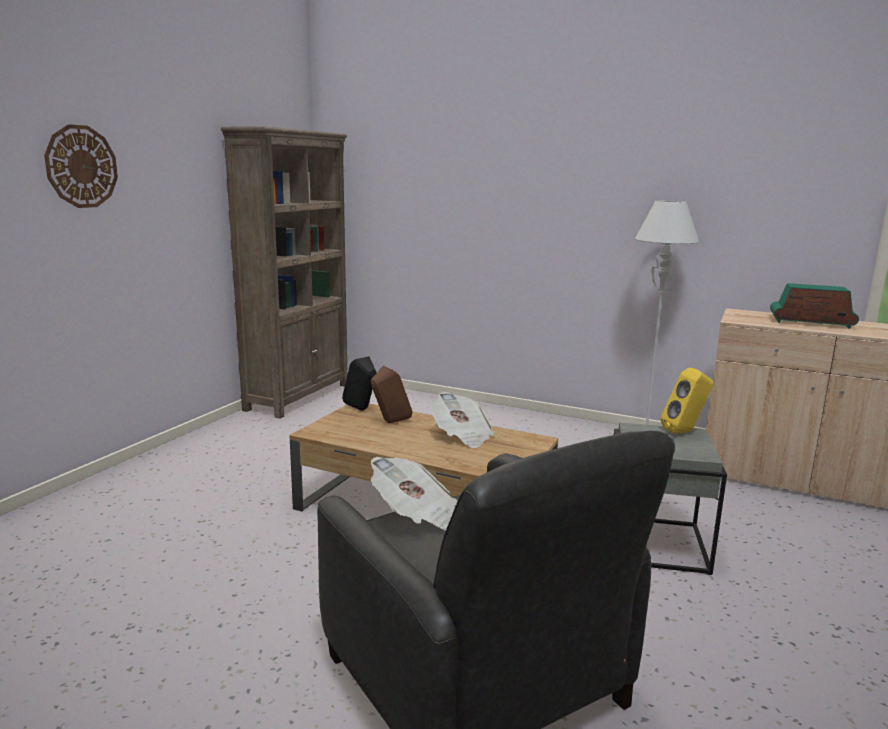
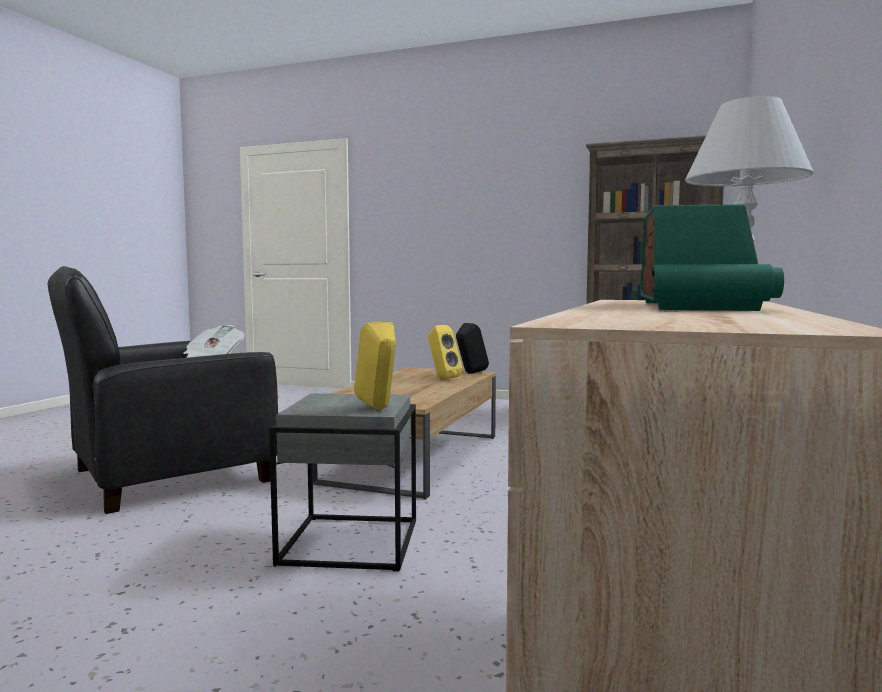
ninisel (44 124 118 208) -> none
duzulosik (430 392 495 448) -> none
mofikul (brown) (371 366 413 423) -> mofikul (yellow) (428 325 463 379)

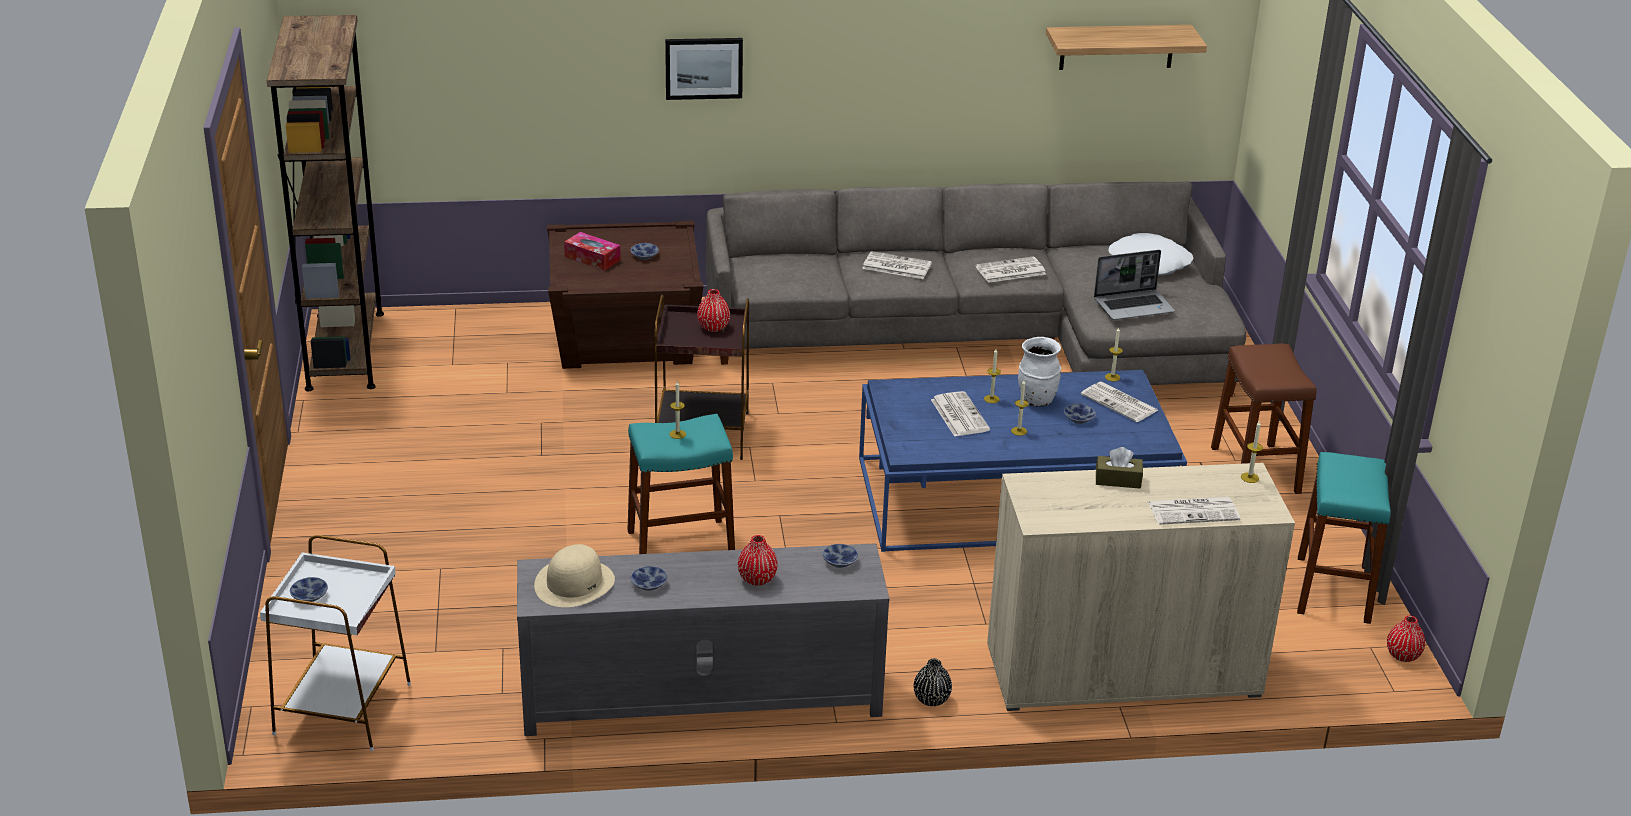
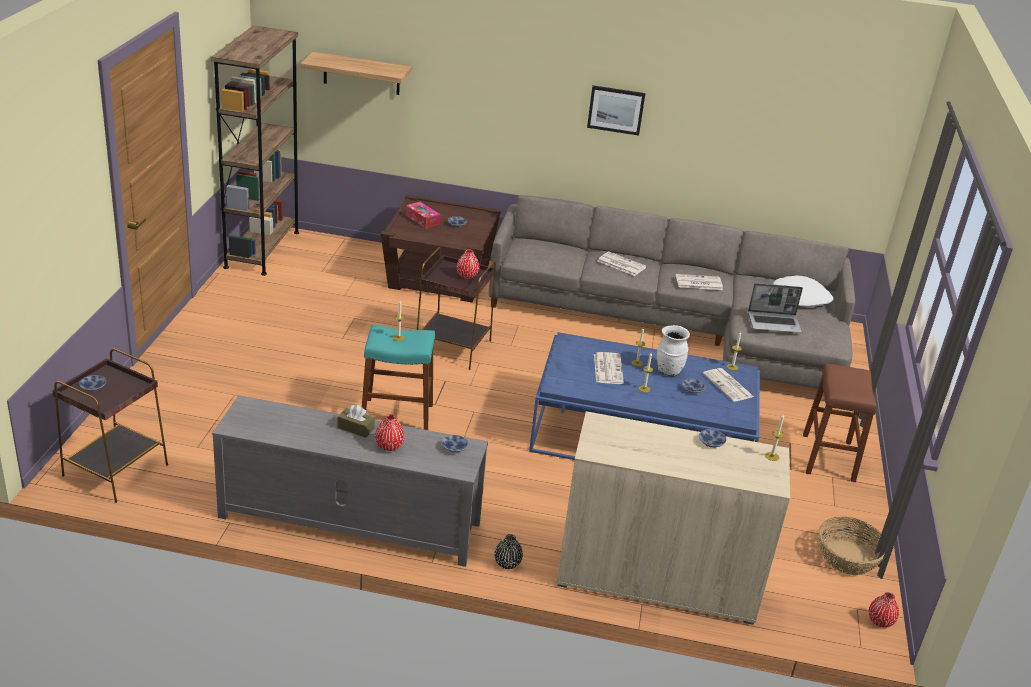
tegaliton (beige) (534 544 615 607) -> none
duzulosik (1148 497 1240 525) -> none
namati (630 566 667 591) -> namati (699 429 727 448), shifted
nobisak (665 38 743 100) -> nobisak (587 85 646 136), shifted
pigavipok (1046 25 1207 70) -> pigavipok (300 52 412 95), shifted
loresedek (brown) (1096 447 1143 489) -> loresedek (brown) (337 405 375 438), shifted
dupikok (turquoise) (1297 452 1391 624) -> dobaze (819 517 885 575)
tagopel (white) (260 535 411 751) -> tagopel (brown) (52 348 168 503)

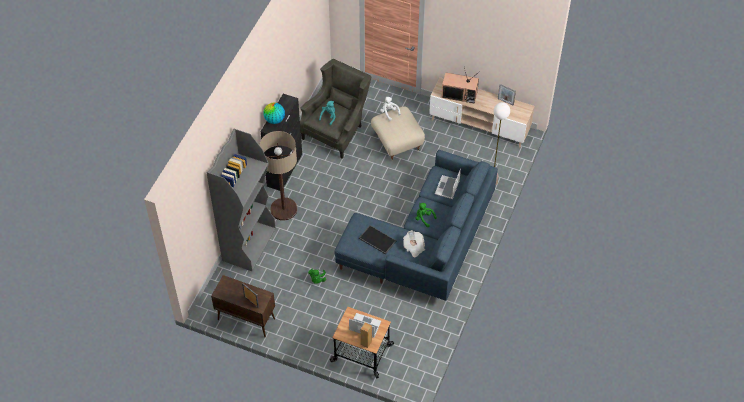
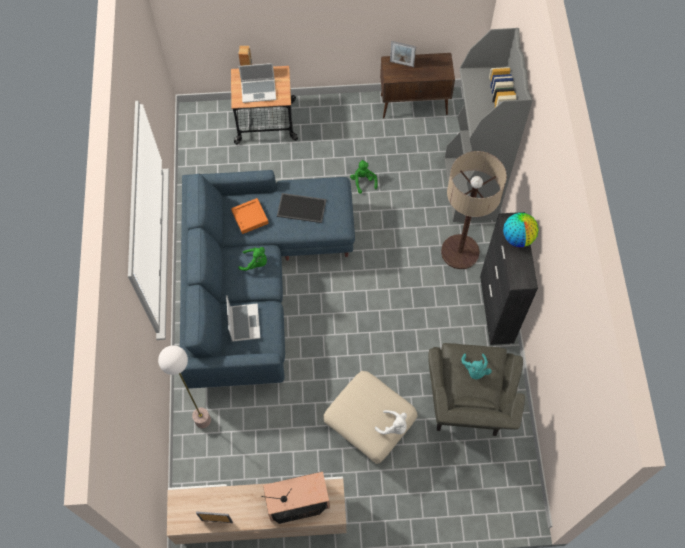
duzulosik (403 230 425 257) -> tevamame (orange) (231 198 269 234)

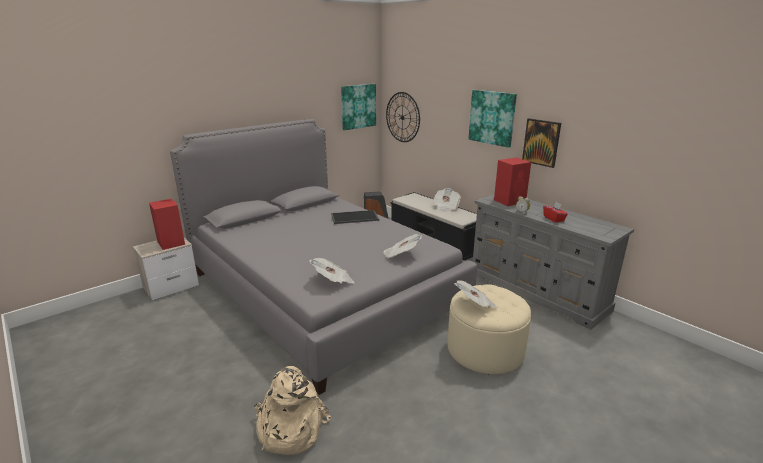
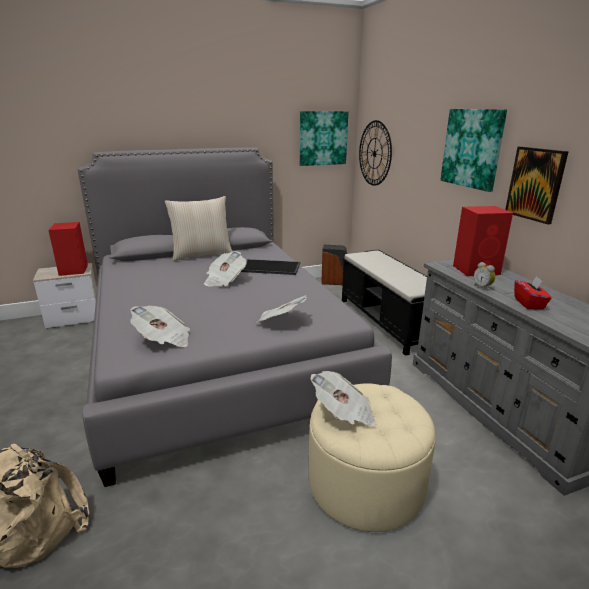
none -> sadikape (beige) (165 196 233 261)
duzulosik (433 188 461 212) -> duzulosik (204 251 246 286), shifted

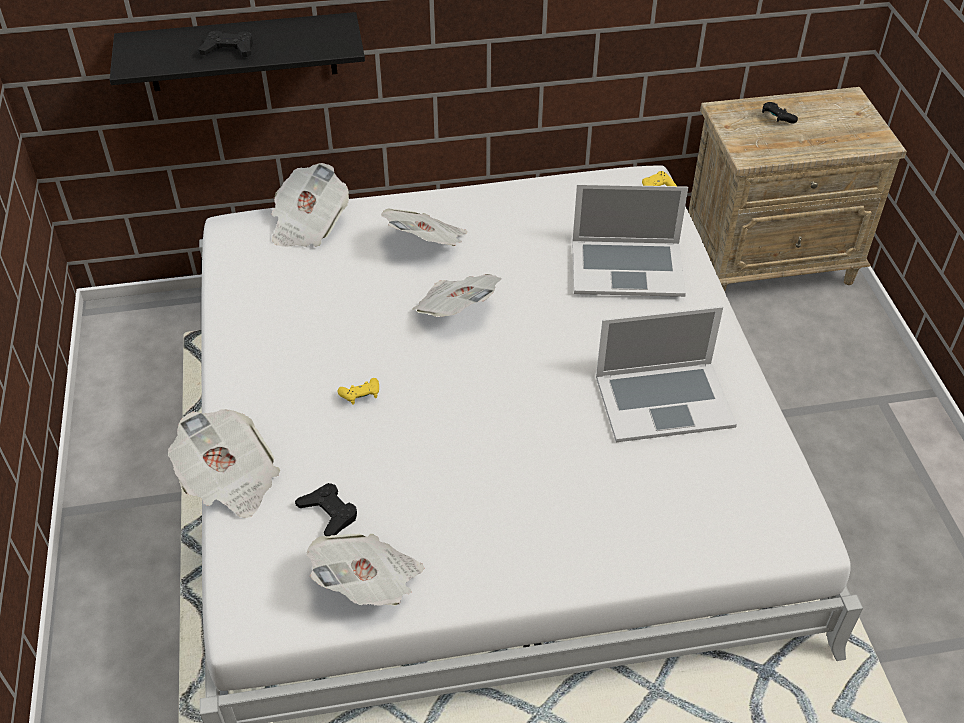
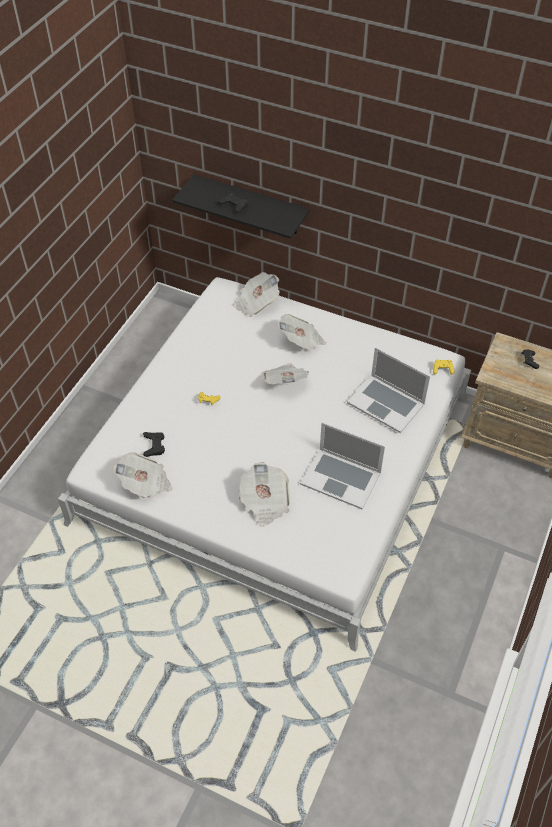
duzulosik (168 409 280 518) -> duzulosik (239 462 290 527), shifted

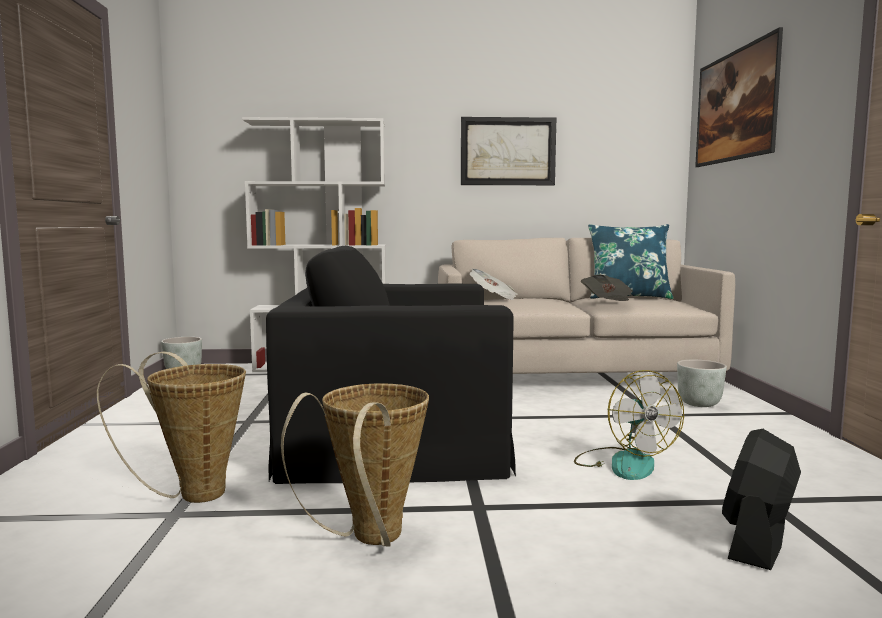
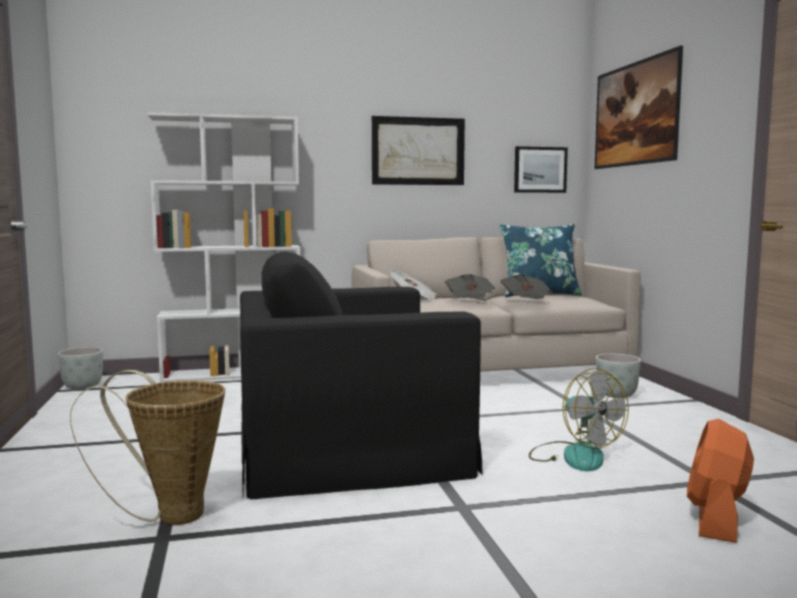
dobaze (281 384 429 547) -> none
none -> duzulosik (444 274 495 298)
none -> nobisak (514 146 568 193)
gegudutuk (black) (722 429 801 570) -> gegudutuk (orange) (687 419 754 543)

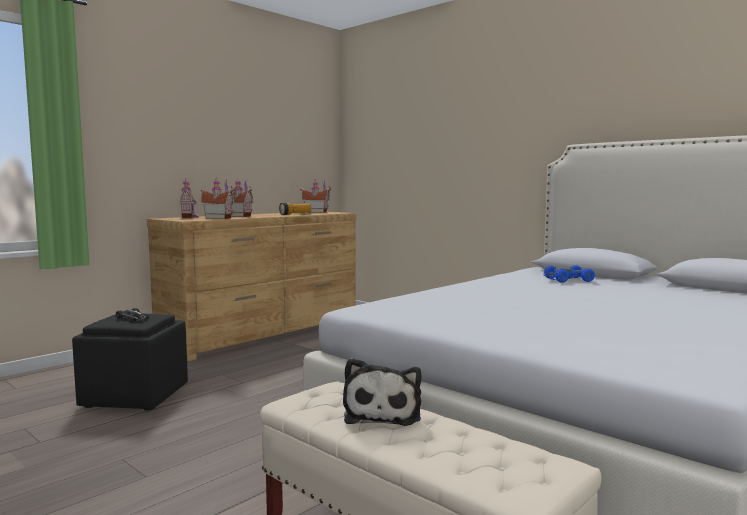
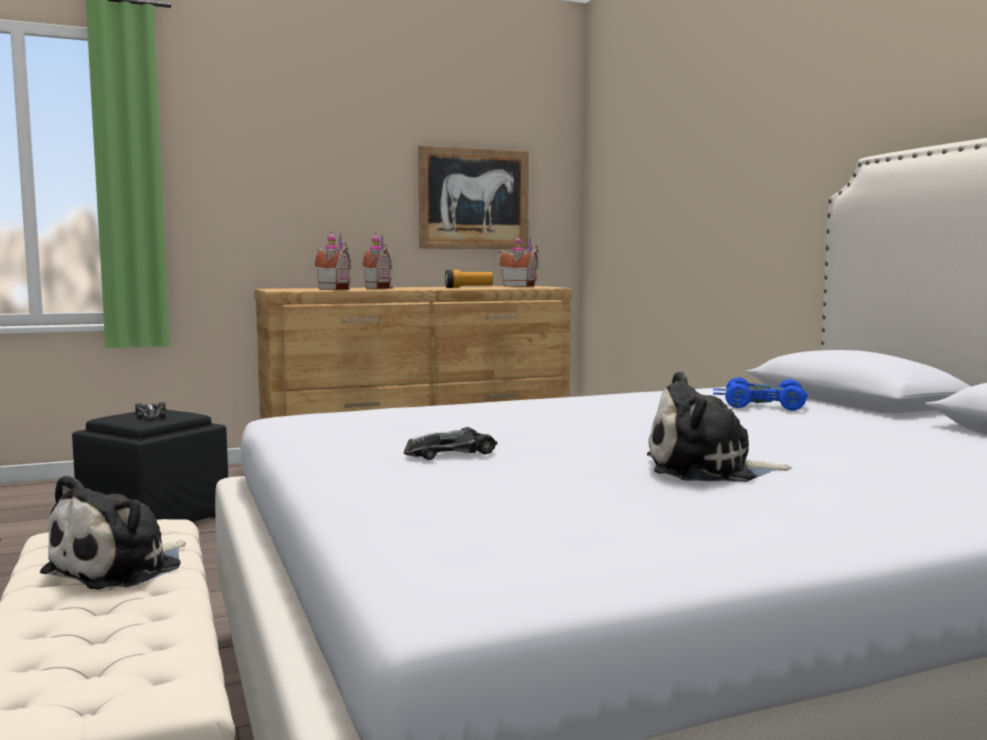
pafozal (180 178 199 218) -> none
none -> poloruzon (404 427 497 460)
none -> nobisak (418 145 529 249)
none -> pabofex (647 371 792 482)

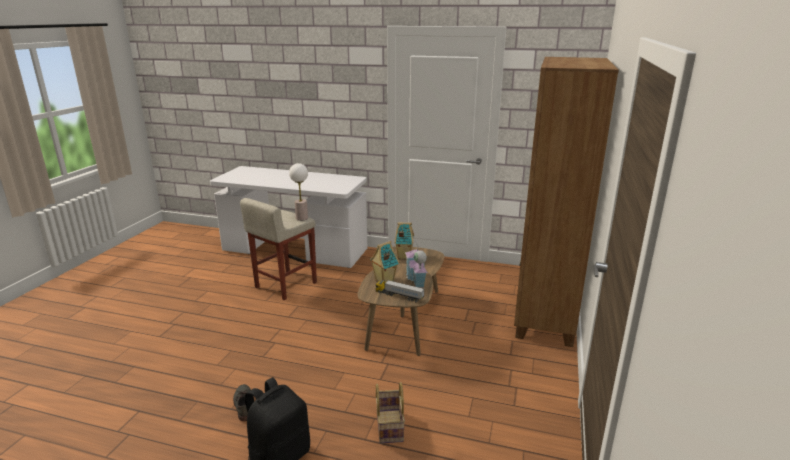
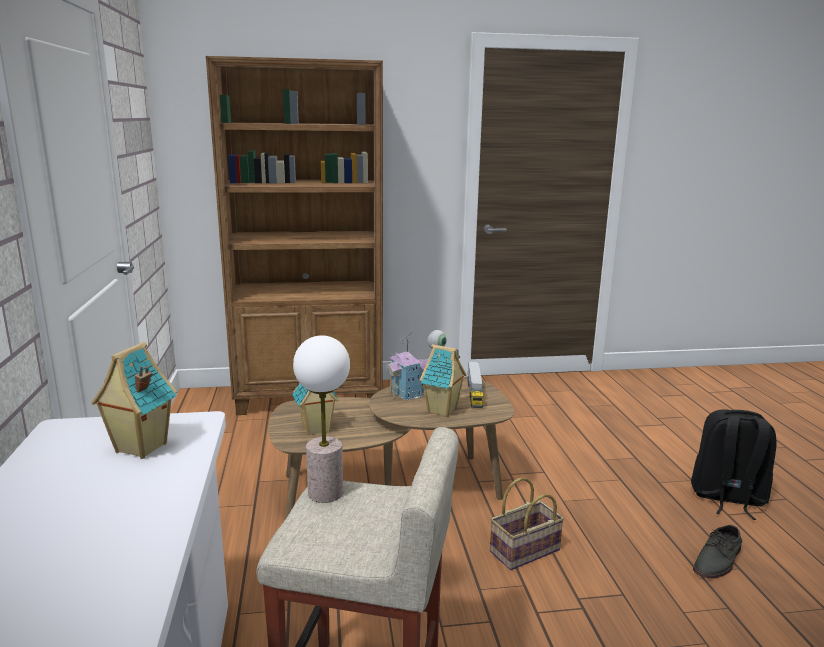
none -> pafozal (91 342 177 459)
dobaze (376 382 405 444) -> dobaze (490 477 564 570), shifted

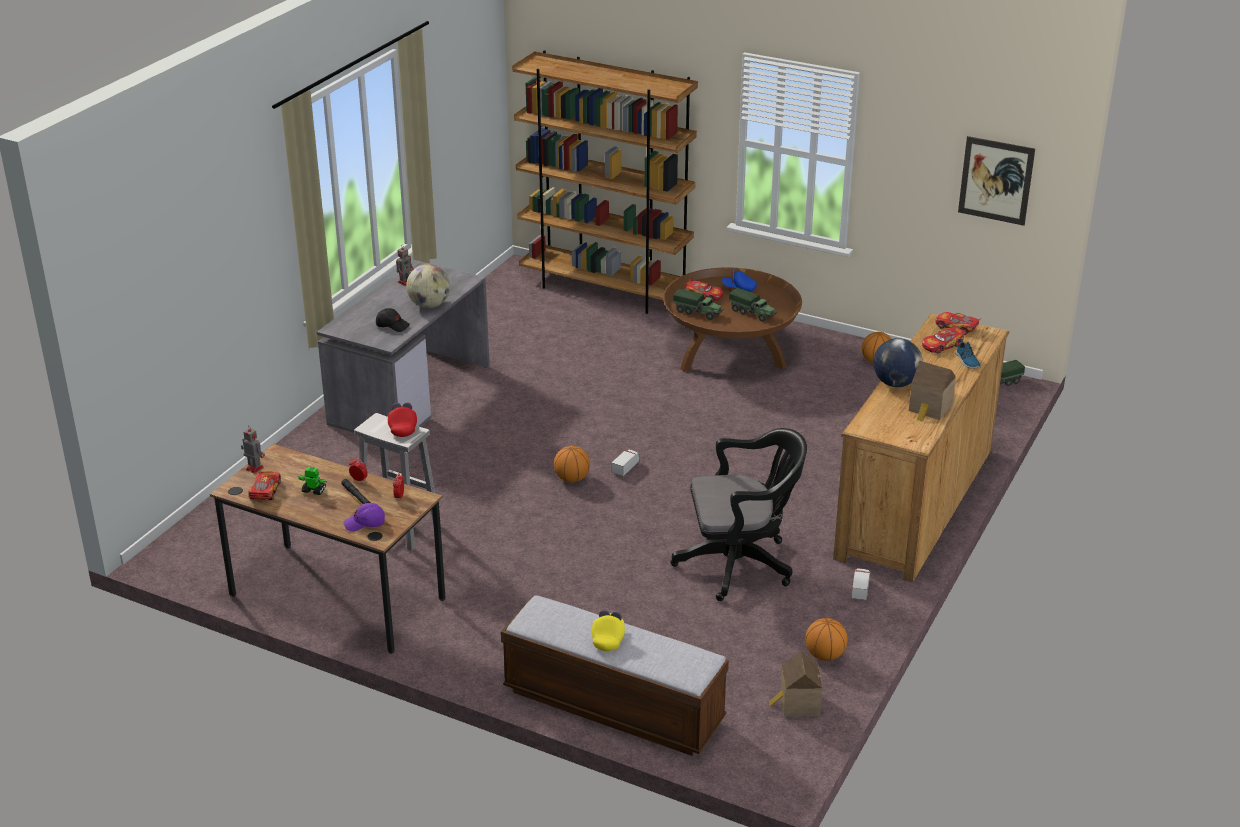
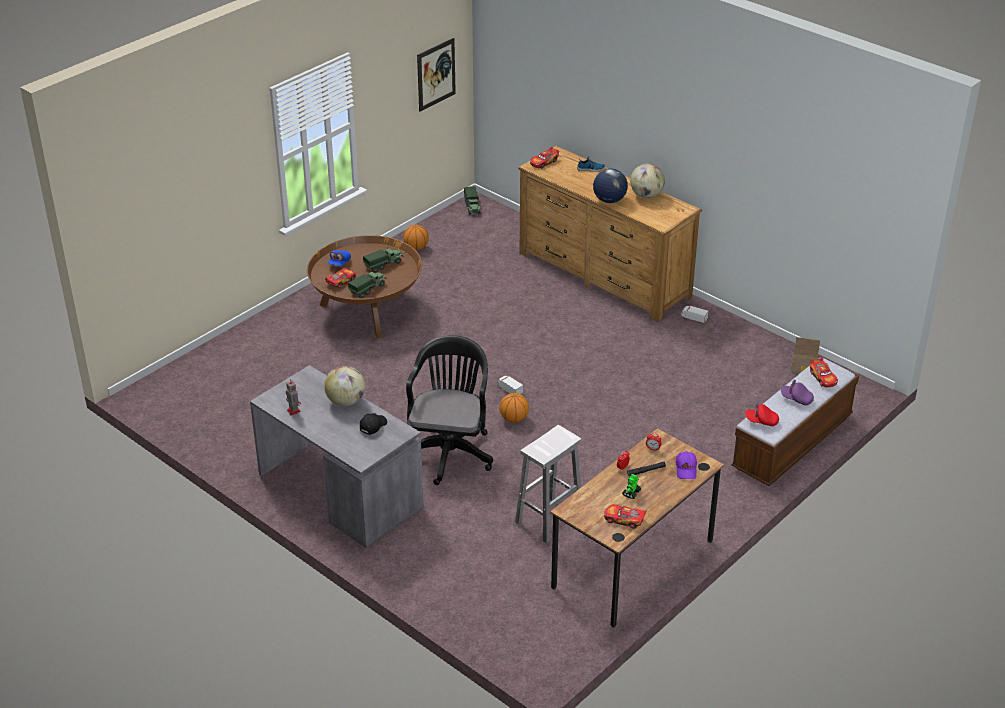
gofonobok (241 427 265 473) -> none
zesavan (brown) (512 51 698 314) -> none
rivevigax (805 618 848 661) -> none
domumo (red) (388 402 417 437) -> domumo (red) (745 402 779 426), shifted
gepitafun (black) (670 428 807 601) -> gepitafun (black) (406 335 493 485), shifted
poloruzon (922 325 965 354) -> poloruzon (810 358 838 387), shifted
pafozal (909 361 956 422) -> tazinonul (630 164 665 198)
domumo (yellow) (592 610 625 651) -> domumo (purple) (781 379 814 405)

